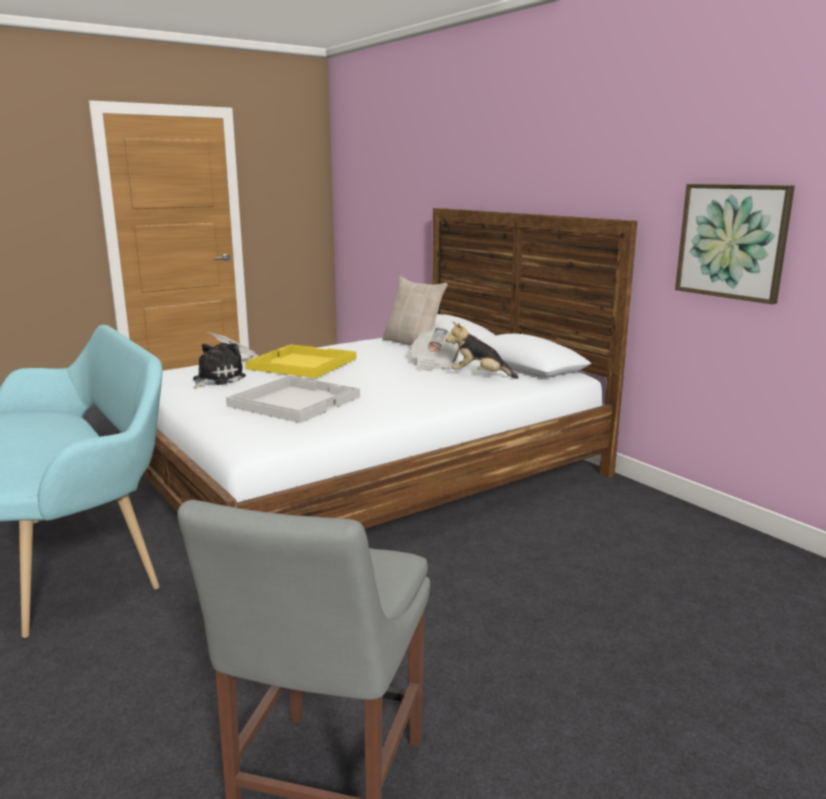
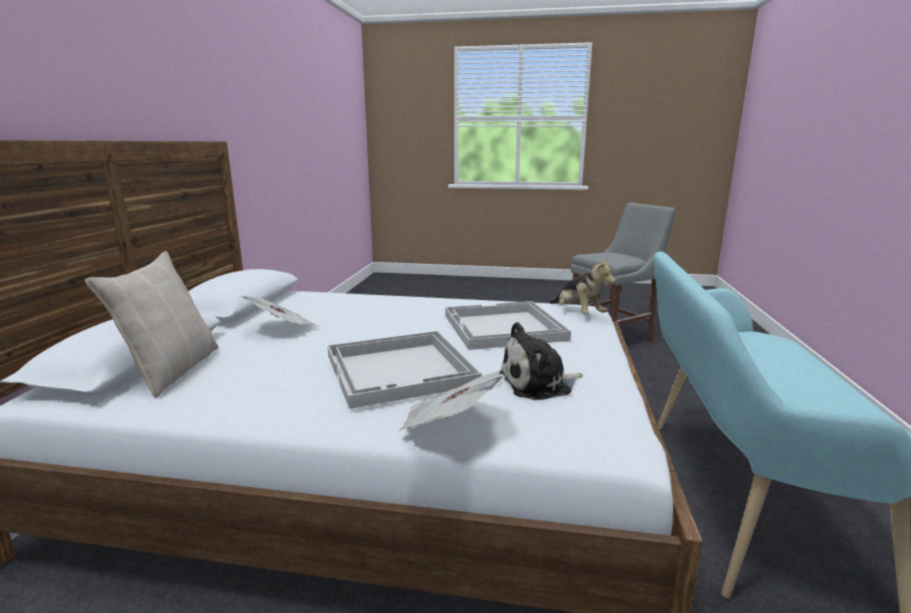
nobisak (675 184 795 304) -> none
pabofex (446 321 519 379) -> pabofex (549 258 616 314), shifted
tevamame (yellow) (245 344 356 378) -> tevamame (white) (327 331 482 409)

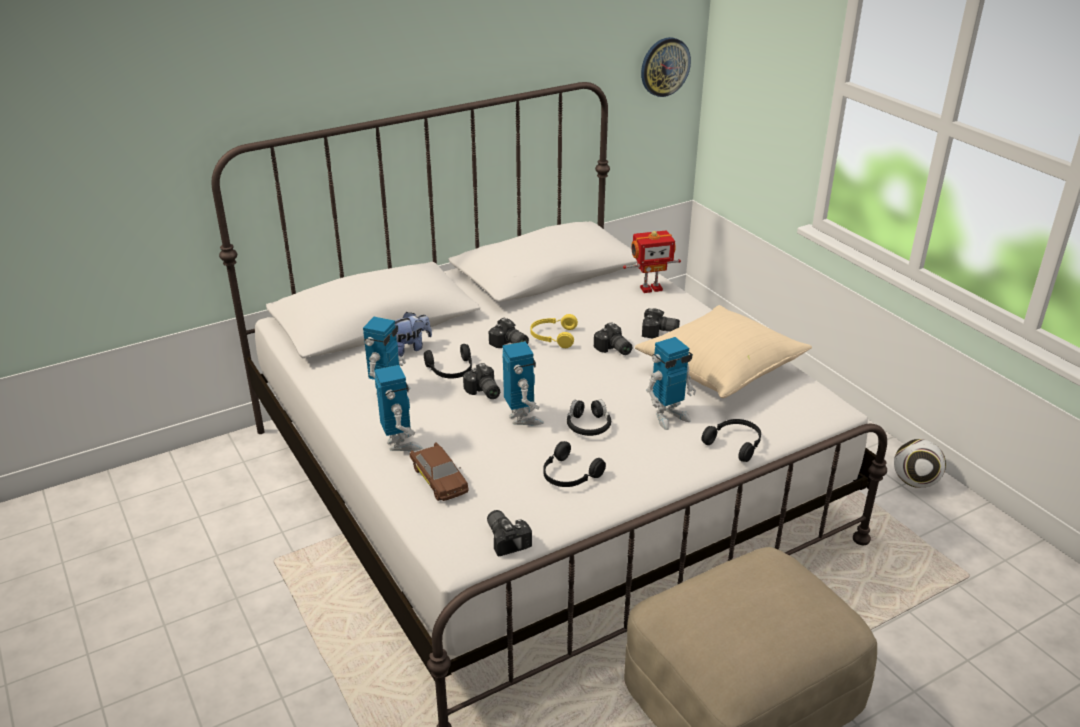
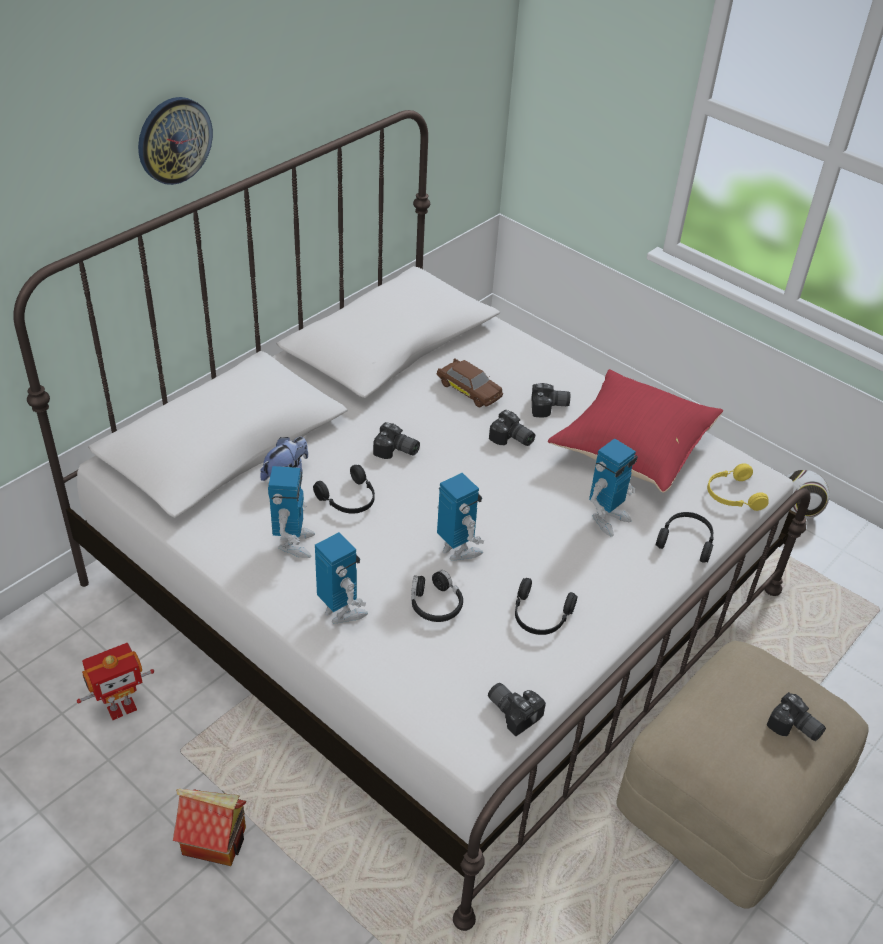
none -> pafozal (173 789 246 866)
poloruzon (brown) (410 442 469 501) -> poloruzon (brown) (437 358 503 407), shifted
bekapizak (463 363 500 399) -> bekapizak (767 692 826 741), shifted
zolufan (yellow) (530 314 578 348) -> zolufan (yellow) (707 463 769 511), shifted
zolufan (black) (567 399 611 436) -> zolufan (black) (411 570 463 622), shifted
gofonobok (623 230 681 293) -> gofonobok (77 643 154 720), shifted
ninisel (641 37 691 97) -> ninisel (138 97 213 185), shifted
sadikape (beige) (635 305 812 398) -> sadikape (red) (548 369 723 493)

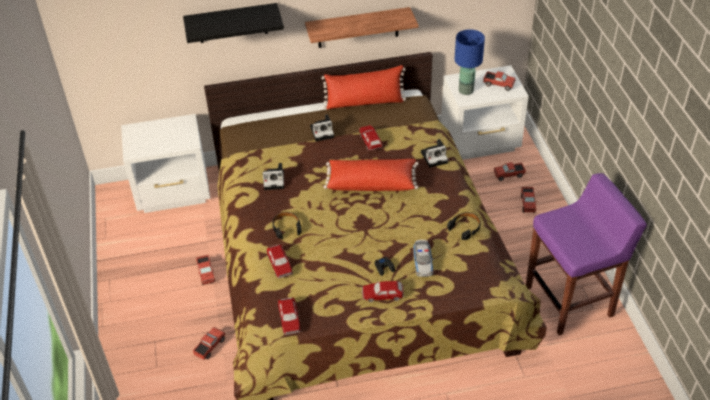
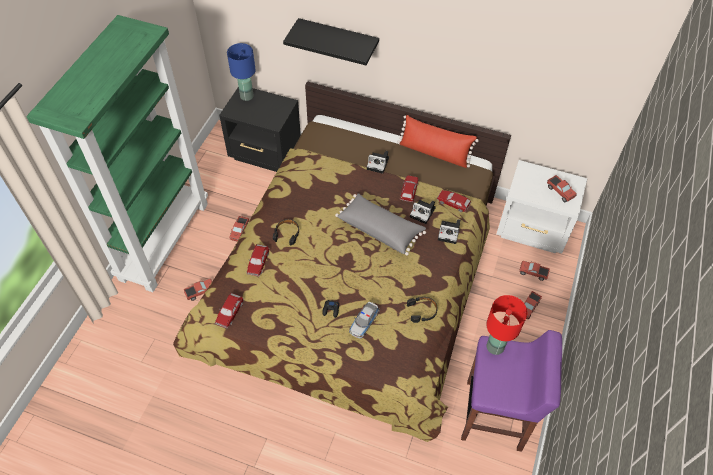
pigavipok (305 7 419 48) -> none
none -> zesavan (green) (26 15 208 292)
none -> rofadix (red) (486 295 527 355)
bekapizak (262 163 284 190) -> bekapizak (410 200 436 224), shifted
poloruzon (362 281 404 302) -> poloruzon (437 190 471 212), shifted
rofadix (blue) (454 29 485 95) -> rofadix (blue) (227 43 256 101), shifted
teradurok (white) (121 114 210 213) -> teradurok (black) (219 87 301 172)
sadikape (red) (323 159 419 191) -> sadikape (grey) (335 193 426 256)

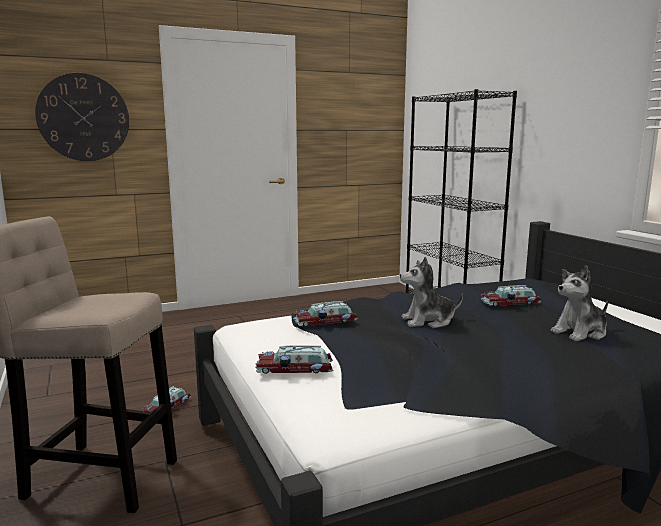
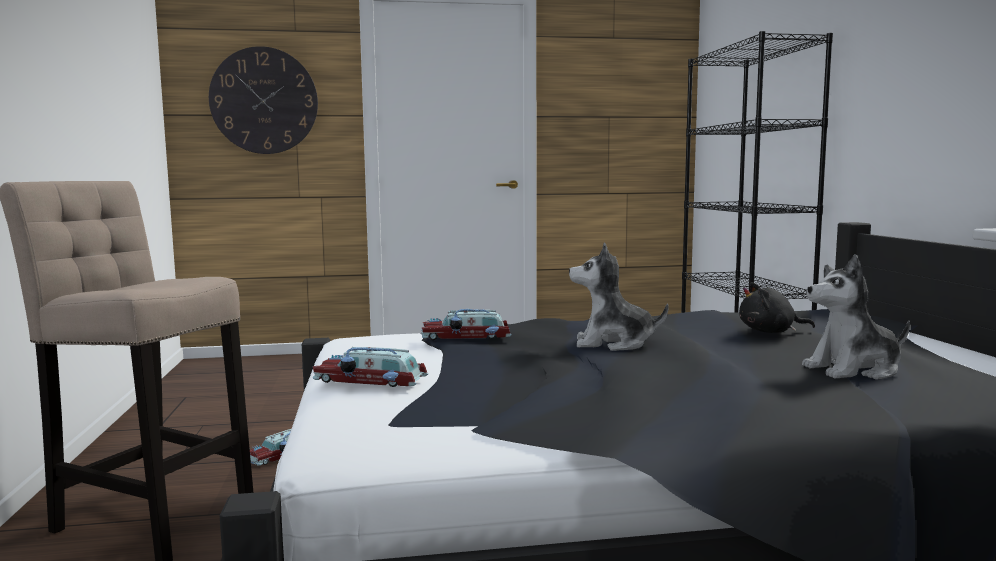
poloruzon (481 285 541 306) -> pabofex (black) (739 282 815 333)

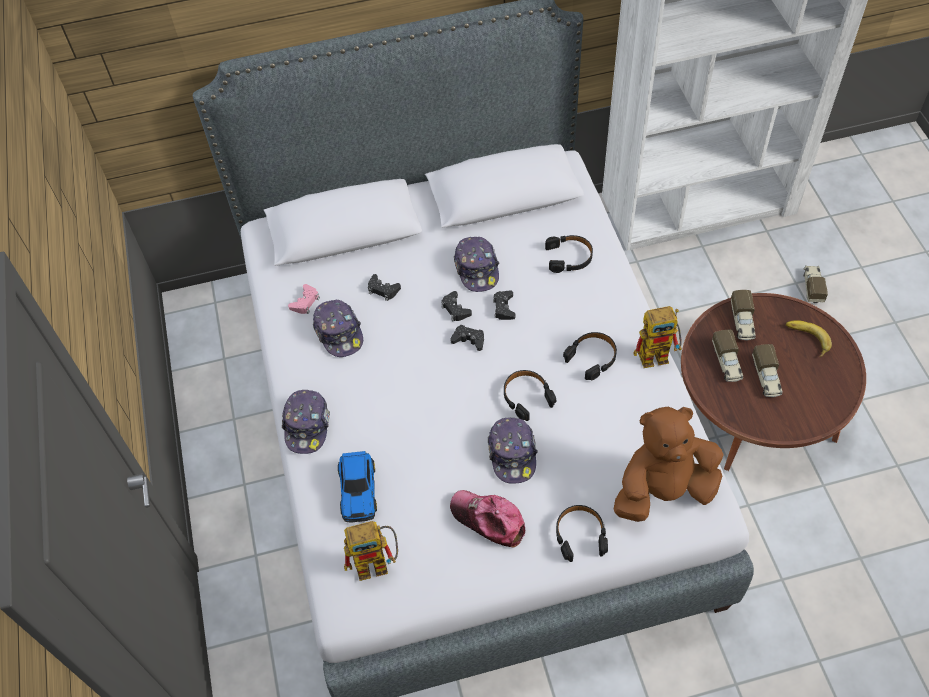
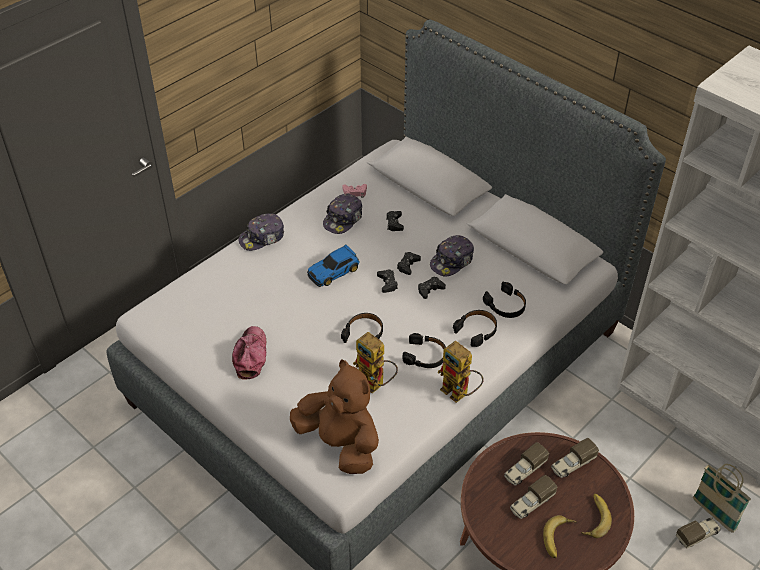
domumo (488 417 538 484) -> none
none -> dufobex (543 515 577 558)
none -> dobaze (693 464 751 533)
poloruzon (338 451 377 522) -> poloruzon (307 245 360 287), shifted
gofonobok (344 521 398 581) -> gofonobok (353 332 398 394), shifted
zolufan (black) (556 505 608 562) -> zolufan (black) (453 310 497 347), shifted

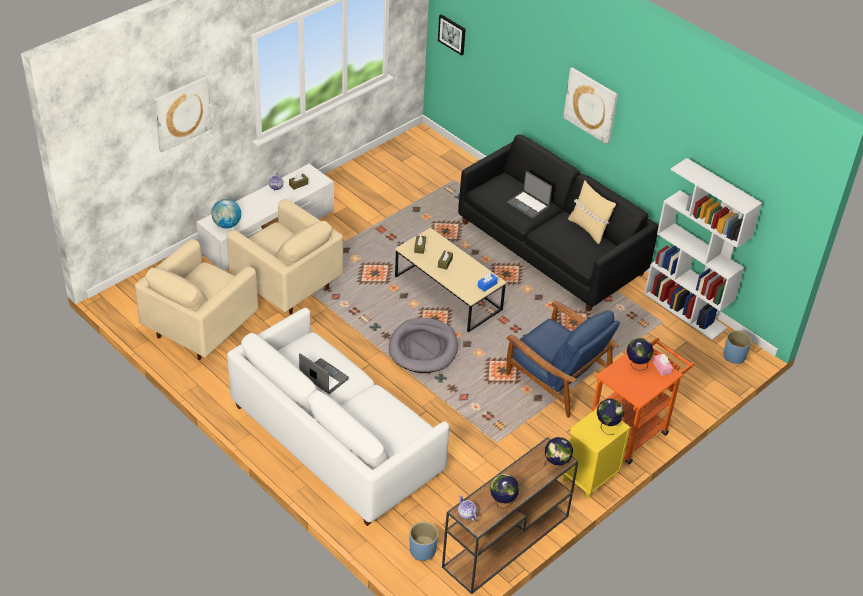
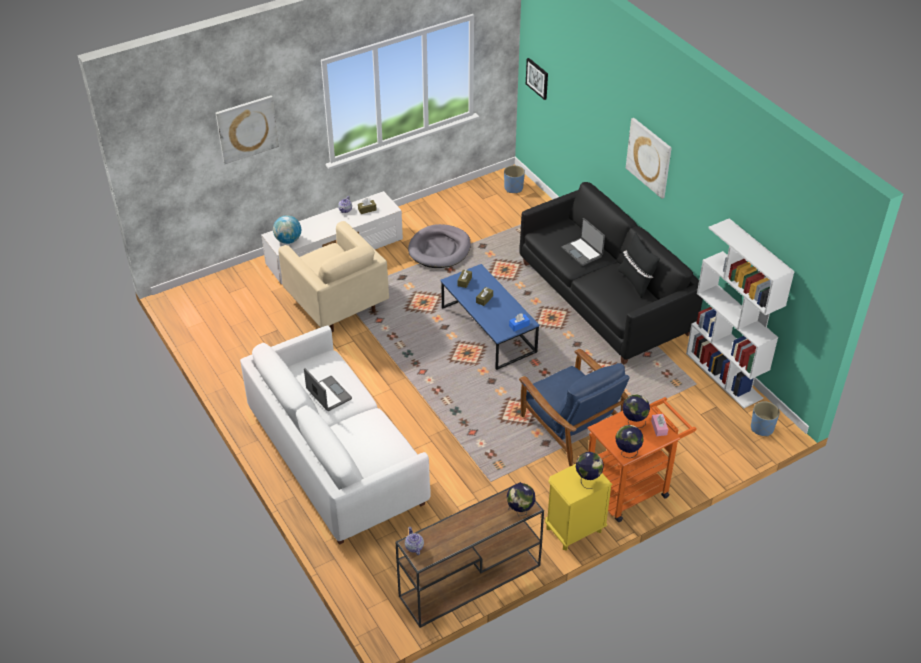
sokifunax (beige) (135 239 258 360) -> none
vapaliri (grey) (389 318 458 373) -> vapaliri (grey) (408 224 471 268), shifted
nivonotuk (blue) (410 522 438 561) -> nivonotuk (blue) (504 165 525 193), shifted
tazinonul (490 474 519 508) -> tazinonul (616 425 643 458), shifted
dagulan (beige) (395 228 506 332) -> dagulan (blue) (441 264 539 370)
sadikape (beige) (568 180 616 244) -> sadikape (black) (618 233 660 298)

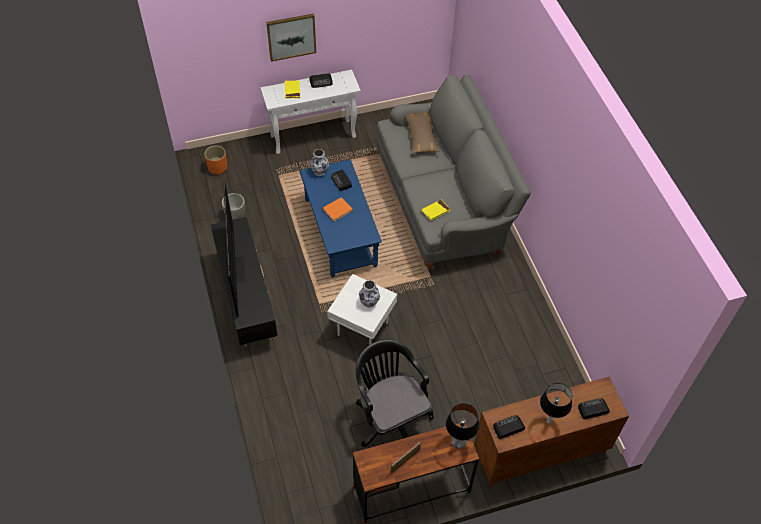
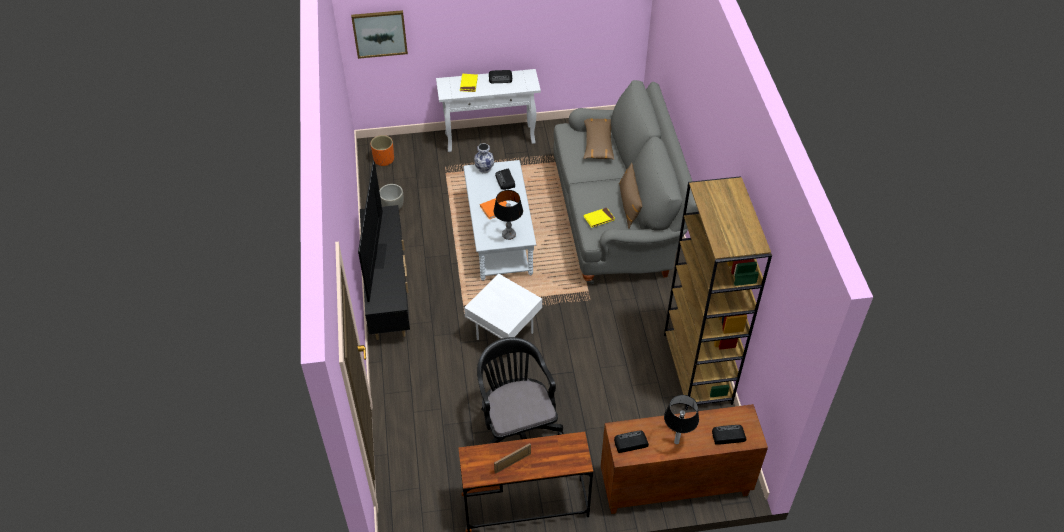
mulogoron (359 280 380 308) -> none
none -> sadikape (brown) (619 163 642 229)
none -> zesavan (brown) (664 176 772 410)
nobisak (266 13 316 62) -> nobisak (351 10 408 59), shifted
rofadix (446 403 479 449) -> rofadix (494 190 523 240), shifted
dagulan (blue) (299 160 382 278) -> dagulan (grey) (463 160 536 281)

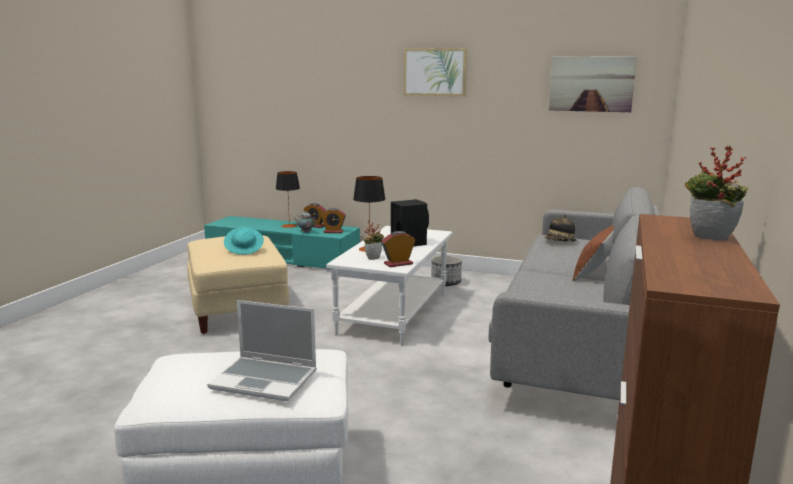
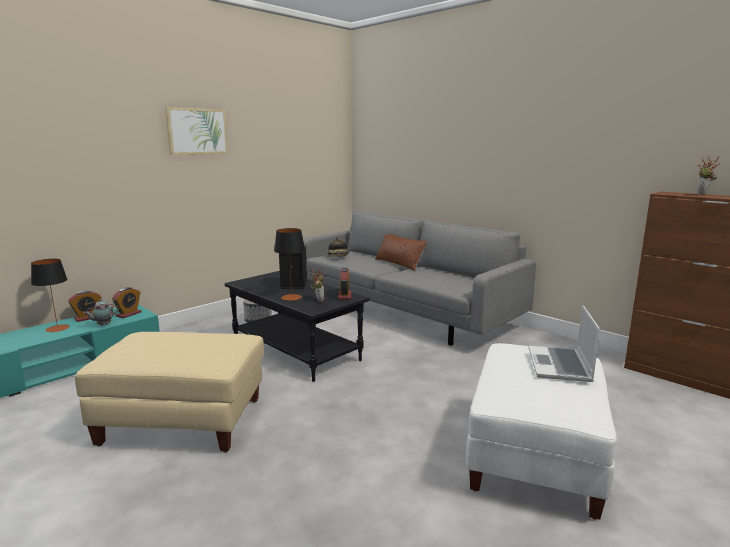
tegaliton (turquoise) (224 227 264 255) -> none
nobisak (549 56 637 112) -> none
dagulan (white) (326 226 452 346) -> dagulan (black) (225 271 370 382)
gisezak (207 300 317 402) -> gisezak (529 305 600 382), 150 degrees clockwise

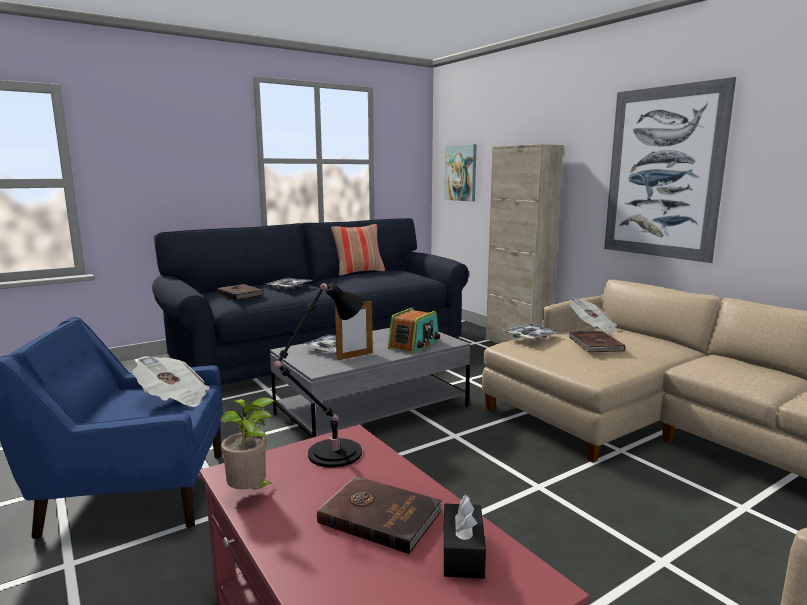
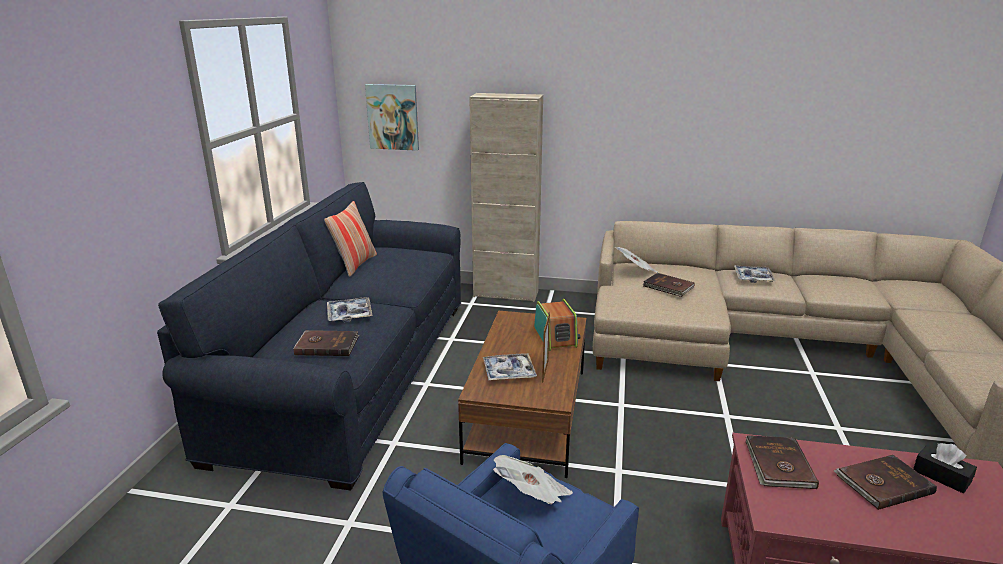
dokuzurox (220 397 274 489) -> none
nobisak (604 77 736 263) -> none
tevamame (503 324 561 340) -> tevamame (734 265 775 283), shifted
rofadix (black) (274 283 364 468) -> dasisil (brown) (745 435 819 489)
dagulan (grey) (270 328 470 438) -> dagulan (brown) (458 311 586 478)

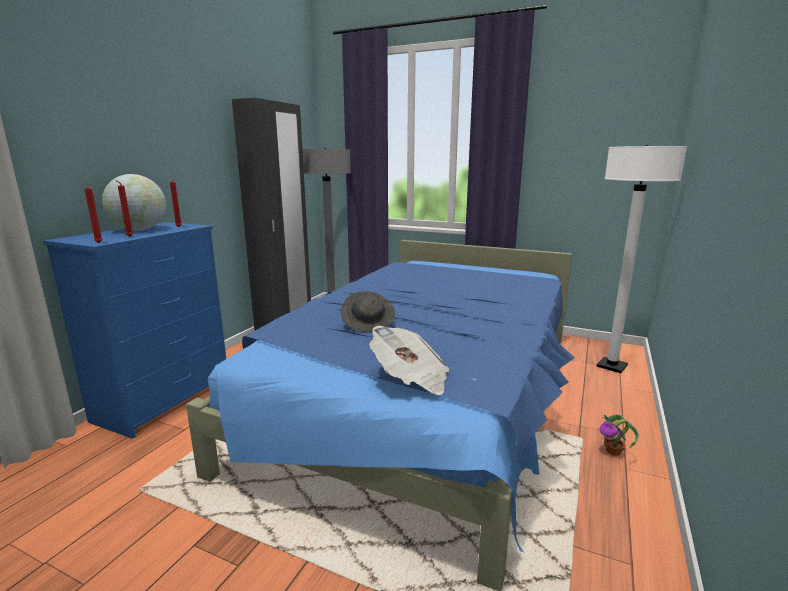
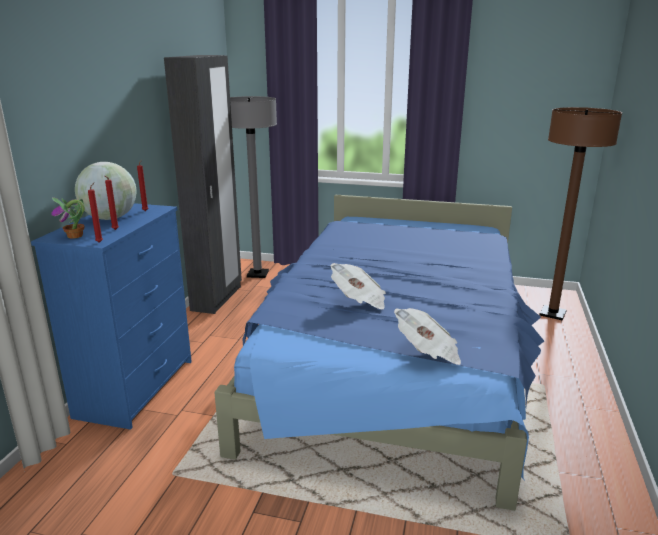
dokuzurox (599 414 639 455) -> dokuzurox (51 197 85 239), shifted
tegaliton (grey) (341 291 395 333) -> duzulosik (330 263 386 309)
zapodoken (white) (596 145 687 373) -> zapodoken (brown) (540 107 622 320)

